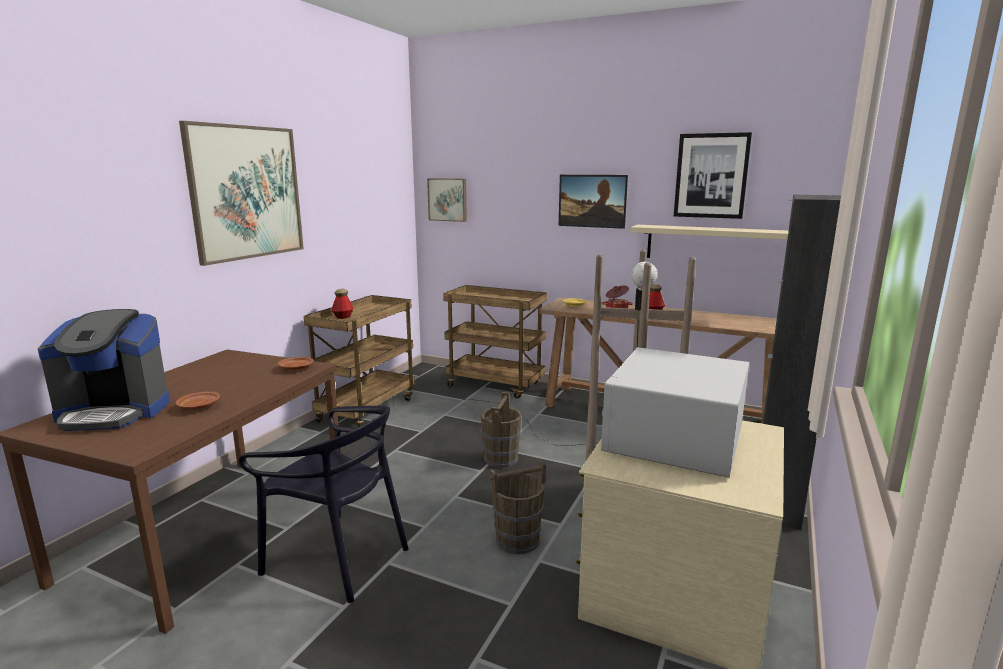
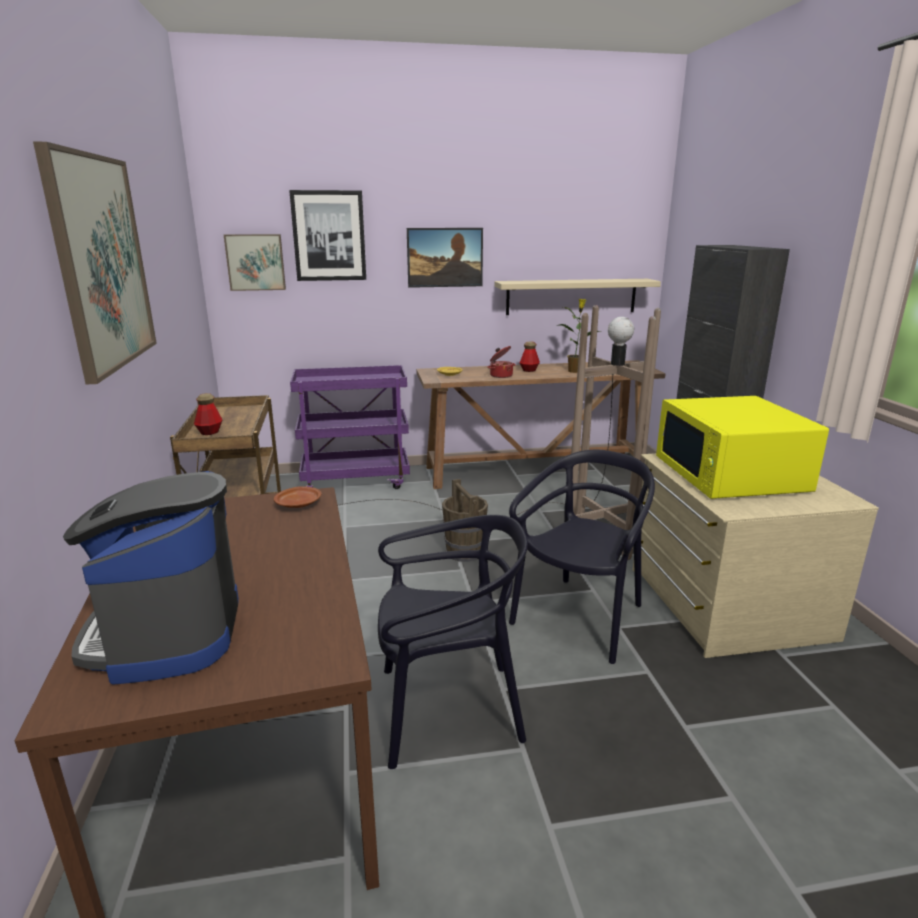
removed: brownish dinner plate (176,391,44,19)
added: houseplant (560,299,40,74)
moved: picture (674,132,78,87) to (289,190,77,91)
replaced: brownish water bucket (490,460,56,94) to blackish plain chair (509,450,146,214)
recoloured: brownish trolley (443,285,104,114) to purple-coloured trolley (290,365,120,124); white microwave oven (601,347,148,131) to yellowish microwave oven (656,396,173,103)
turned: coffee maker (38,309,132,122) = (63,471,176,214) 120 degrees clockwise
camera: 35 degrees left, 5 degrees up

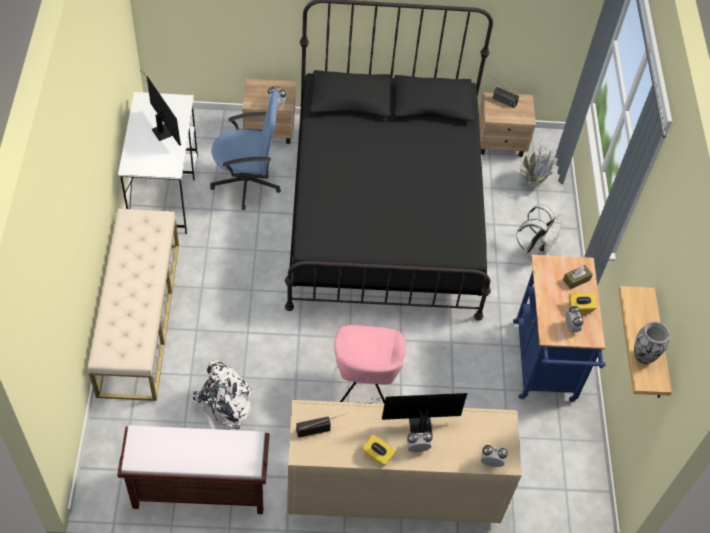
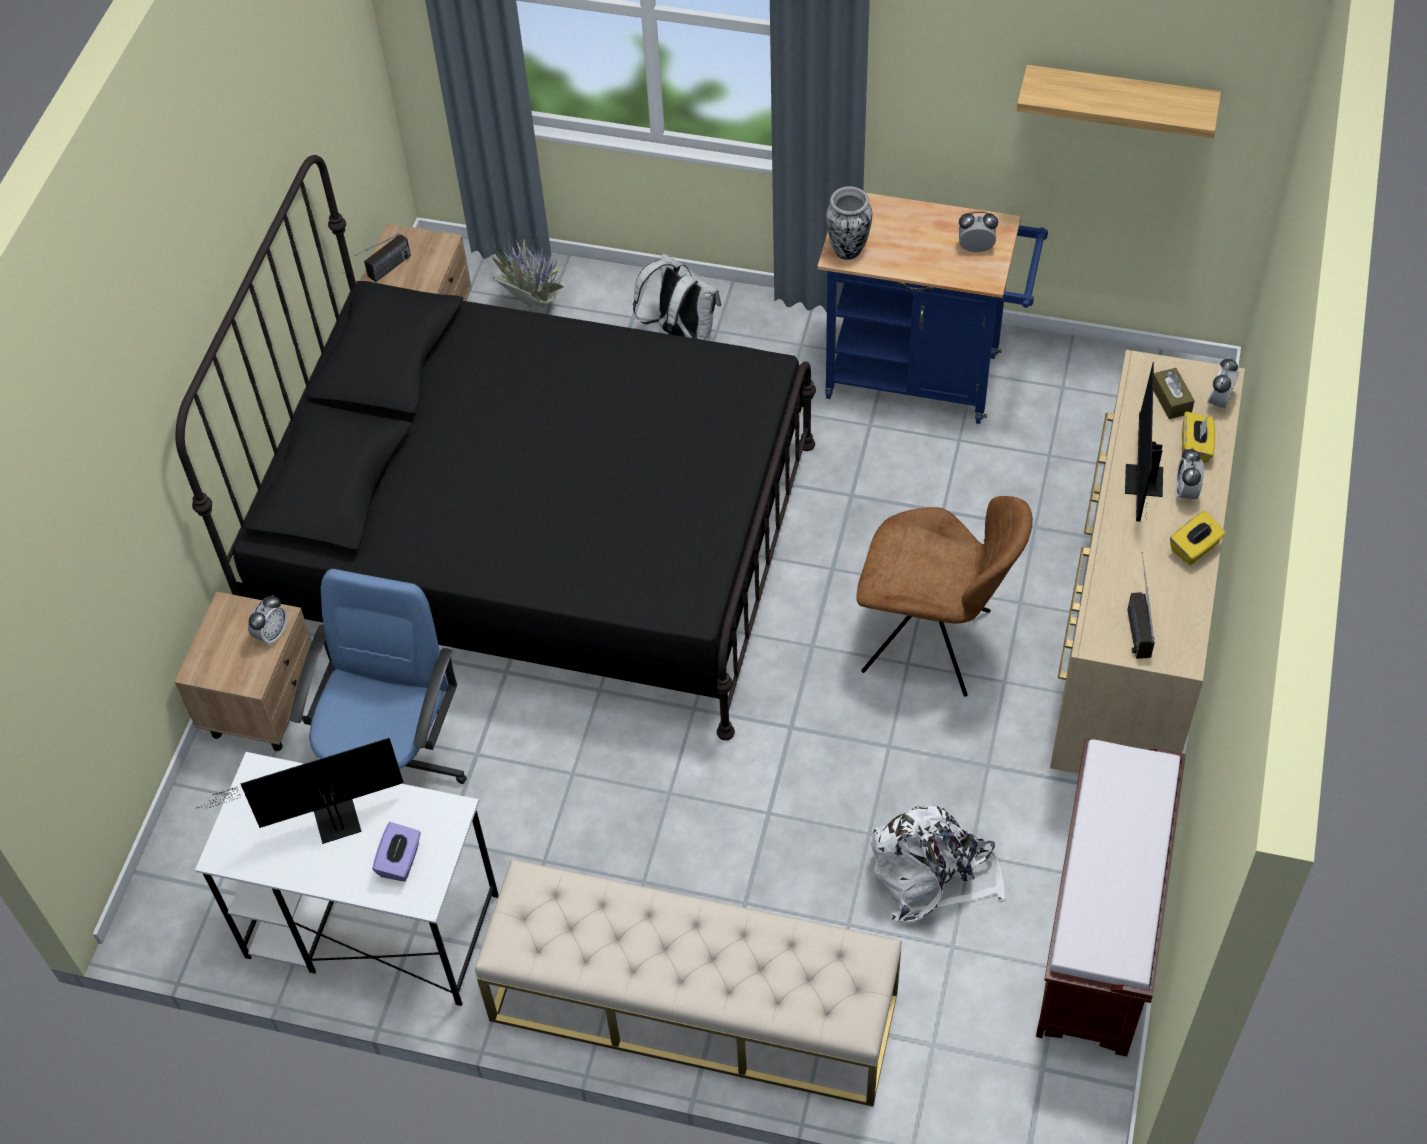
added: purple-coloured box of tissues (373,822,48,59)
moved: brownish box of tissues (563,265,30,24) to (1153,368,42,51); yellowish box of tissues (569,292,28,21) to (1182,411,34,52); flower vase (634,321,36,43) to (826,186,46,74)
recoloured: pink plain chair (334,325,72,78) to brownish plain chair (856,496,177,201)
camera: 70 degrees left, 0 degrees up

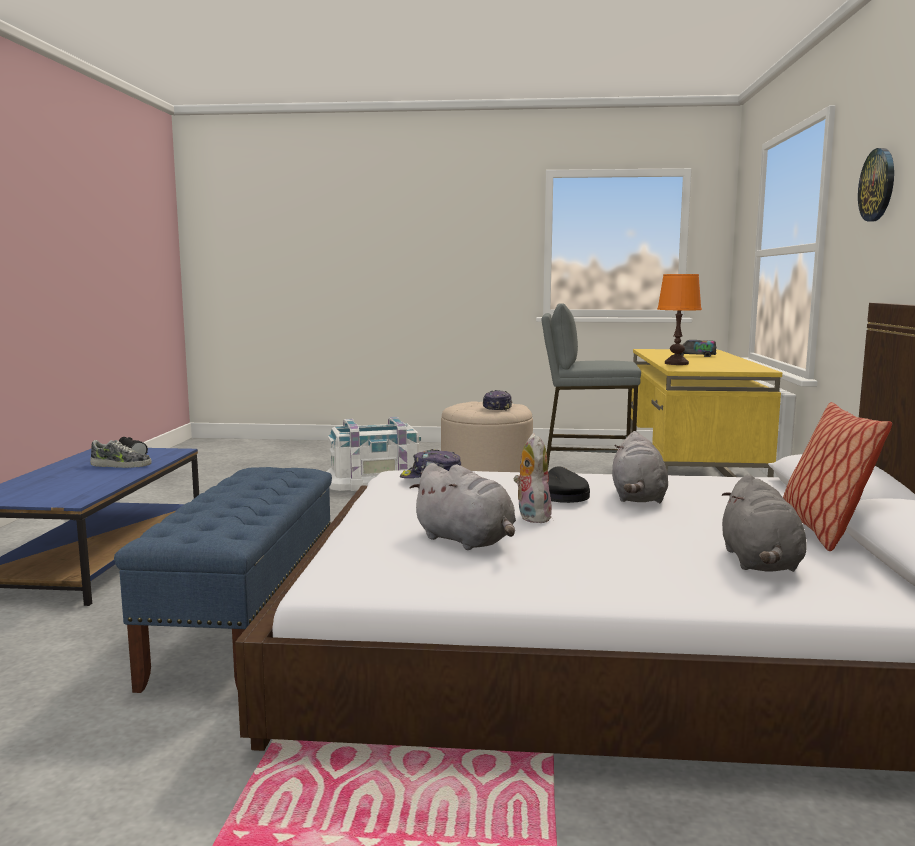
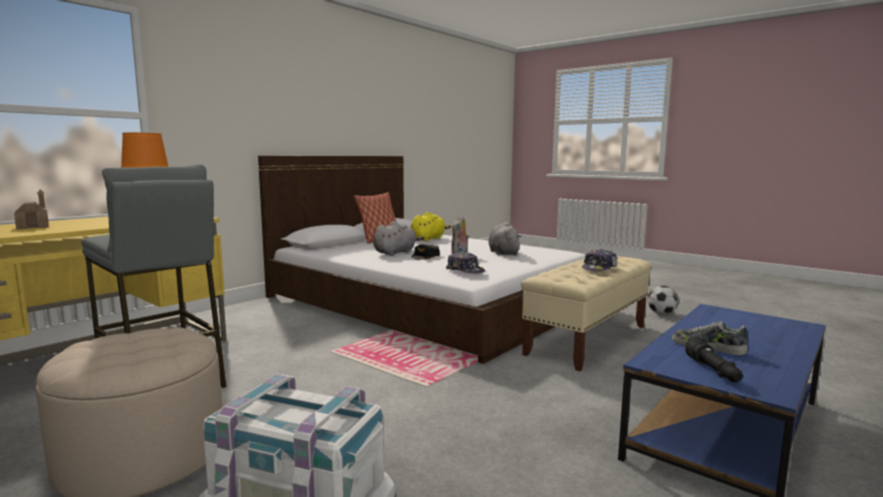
removed: wall clock (858,148,36,74)
added: ball for football (647,286,32,29)
moved: baseball cap (483,390,29,21) to (582,249,35,22)
replaced: model truck (680,340,36,17) to toy house (14,189,35,40)
recoloured: bluish bench (114,467,218,226) to beige bench (521,256,131,115); greyish plush toy (722,474,84,98) to yellowish plush toy (411,212,40,29)
camera: 145 degrees left, 0 degrees up

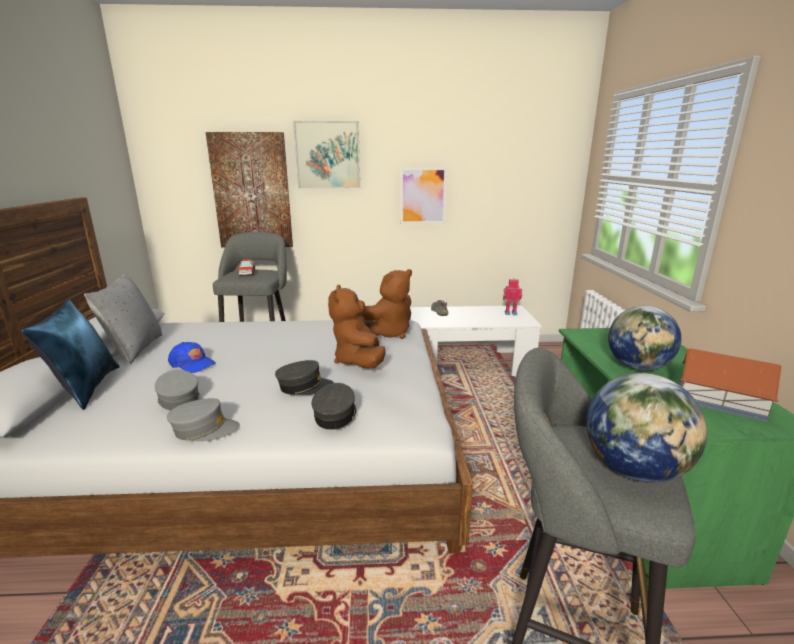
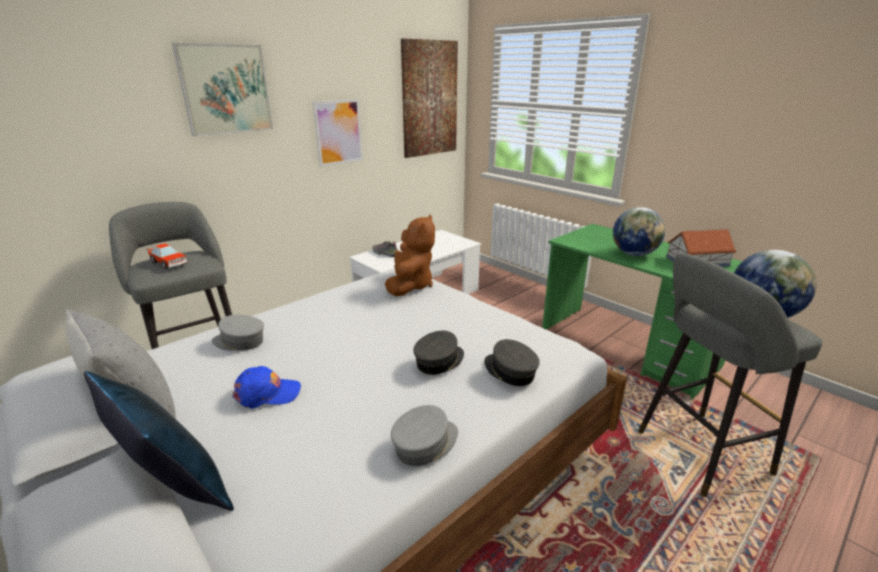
removed: brownish plush toy (328,285,58,83); model robot (503,278,19,37)
moved: greyish baseball cap (155,370,45,40) to (212,315,52,36); picture (206,132,87,116) to (401,38,57,120)
camera: 40 degrees left, 5 degrees up

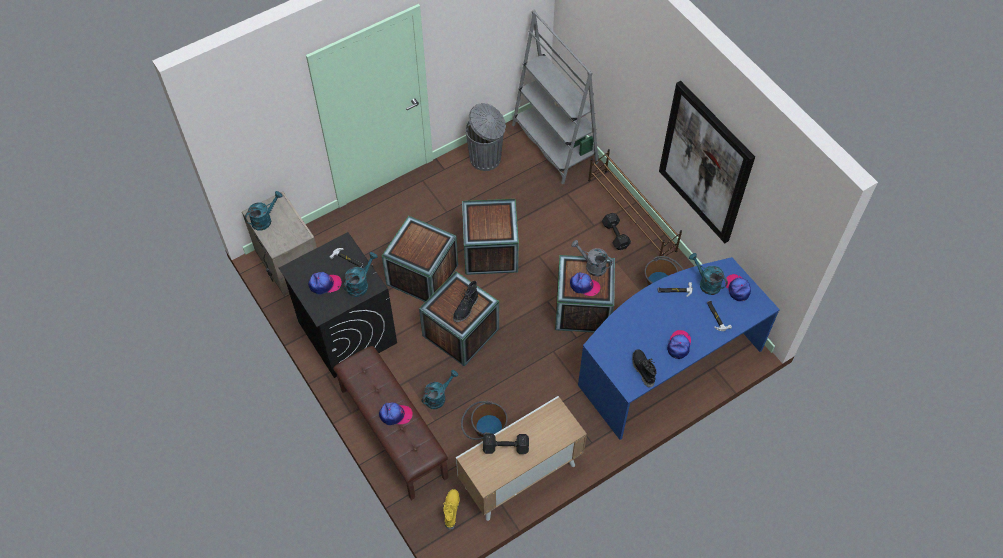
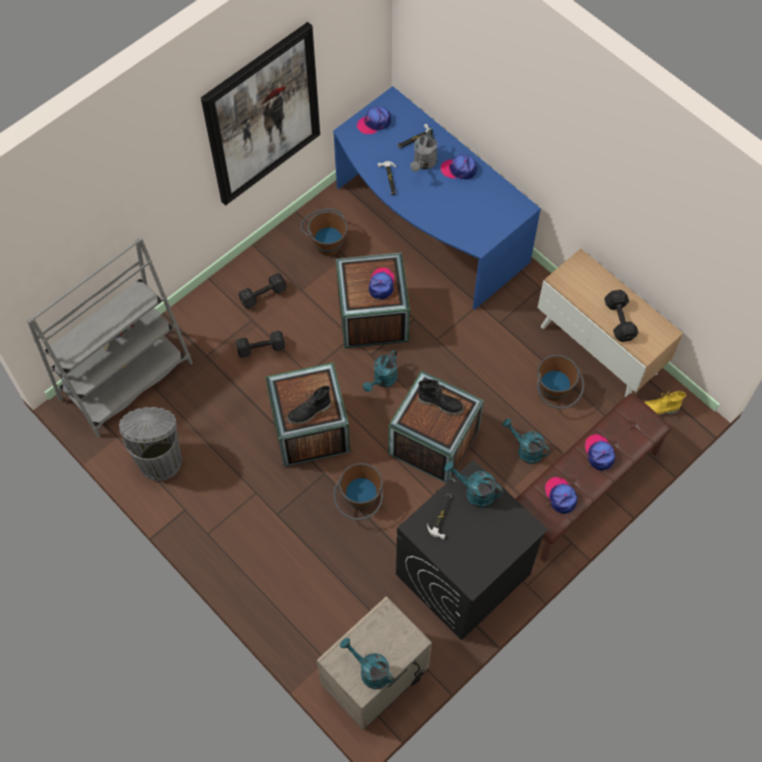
removed: brownish shoe stand (588,149,94,107)
added: blackish free weight (236,331,49,27)
moved: baseball cap (308,272,34,23) to (545,477,32,37); greyish watering can (571,240,42,37) to (410,129,27,43); blackish tall boot (632,349,24,38) to (287,386,44,38); turquoise-coloured watering can (689,253,39,42) to (363,350,35,42)
replaced: shipping crate (382,216,76,86) to brownish water bucket (333,463,50,57)
camera: 100 degrees left, 5 degrees up

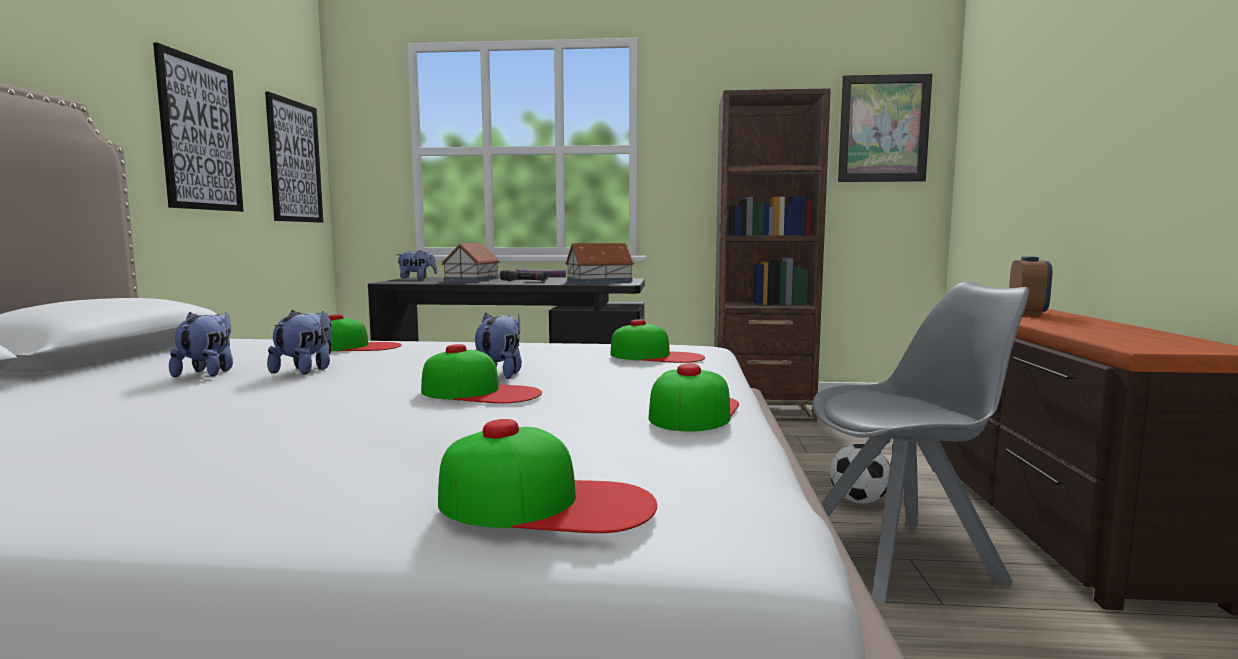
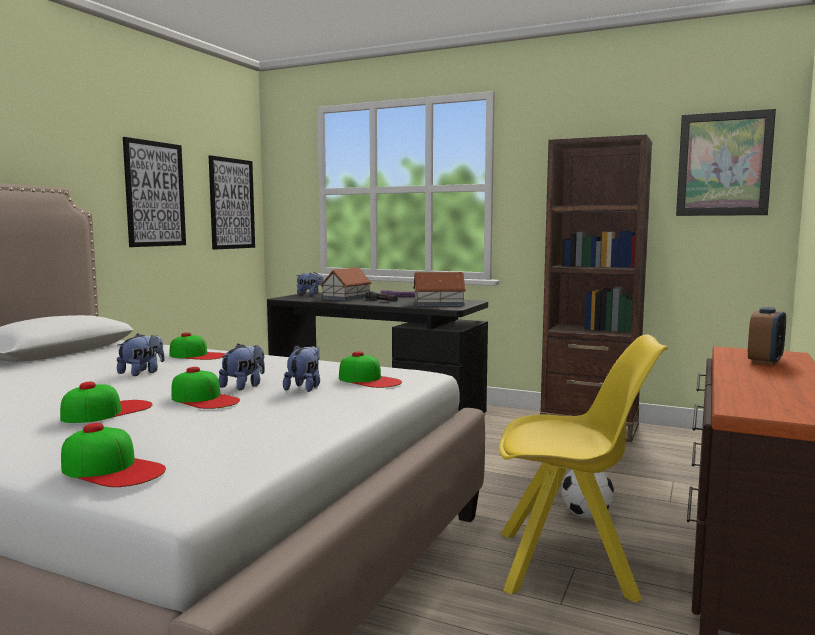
moved: plush toy (169,312,64,65) to (283,345,37,47); baseball cap (649,363,90,69) to (60,381,93,42)
recoloured: greyish plain chair (812,282,217,322) to yellowish plain chair (499,335,169,268)
camera: 20 degrees right, 0 degrees up

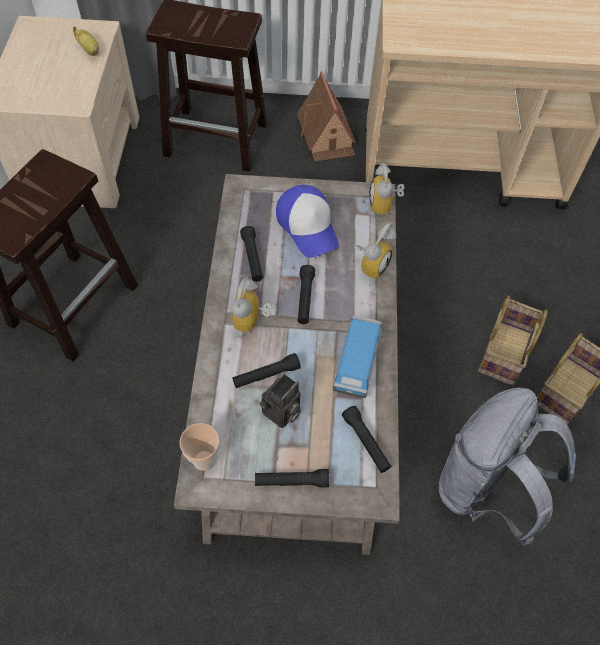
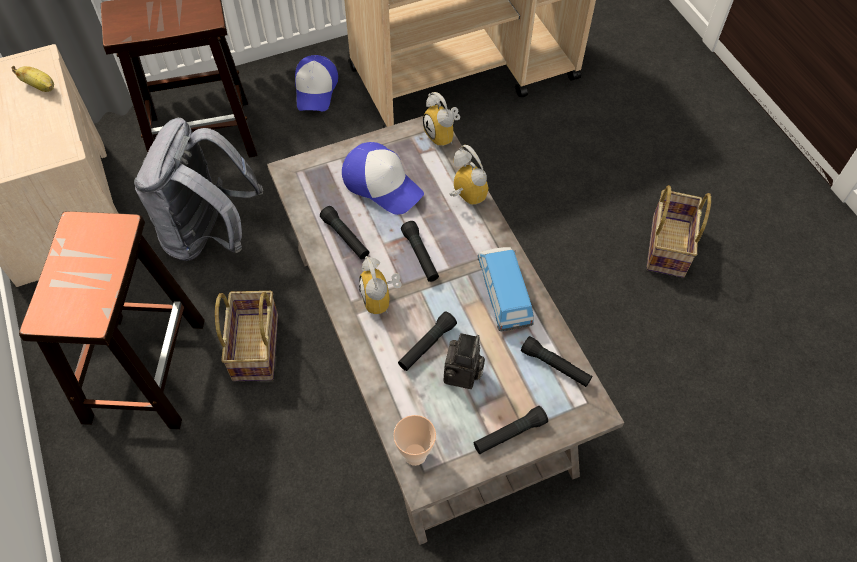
moved: greyish backpack (439,388,137,158) to (134,118,129,143); storage basket (478,296,70,90) to (215,291,63,90)
replaced: toy house (297,72,59,89) to baseball cap (295,55,43,57)
turned: bedside clock (354,223,42,56) = (449,145,39,60) 45 degrees counterclockwise
camera: 25 degrees left, 0 degrees up

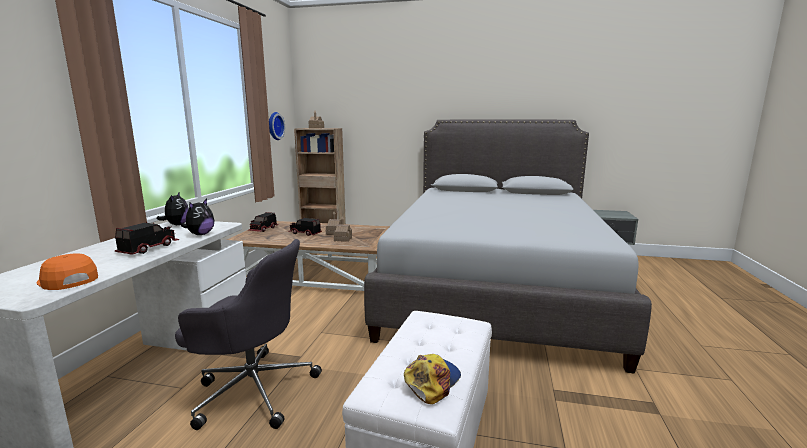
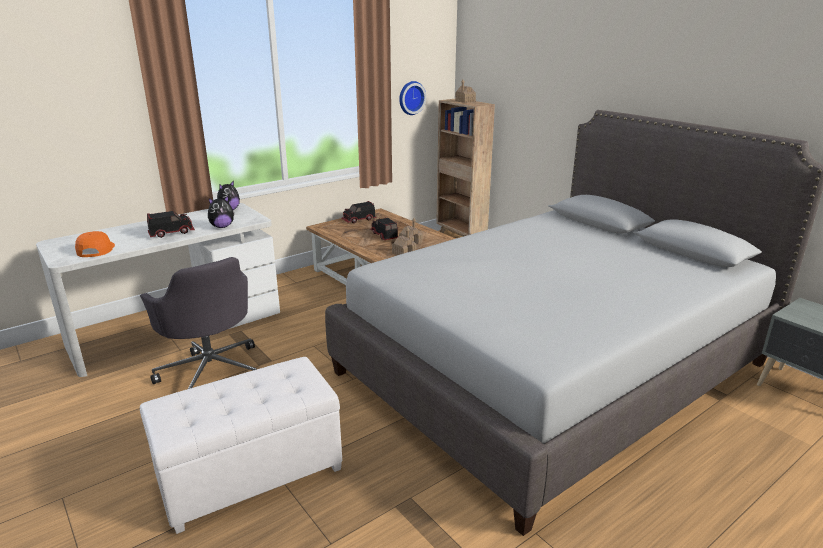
removed: baseball cap (404,354,57,50)
camera: 40 degrees right, 10 degrees up

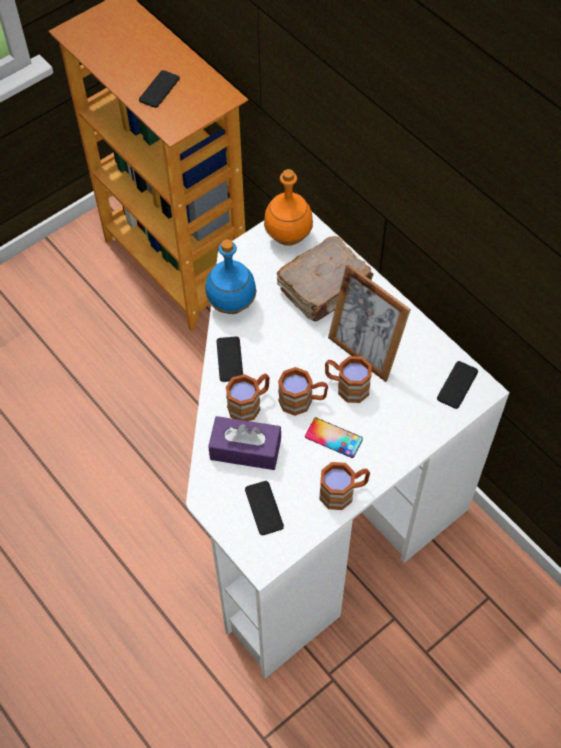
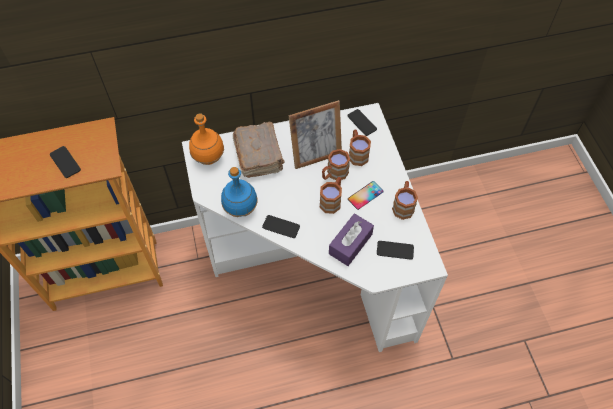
moved: brownish coffee mug (225,373,45,48) to (349,130,22,36)
camera: 65 degrees left, 0 degrees up

